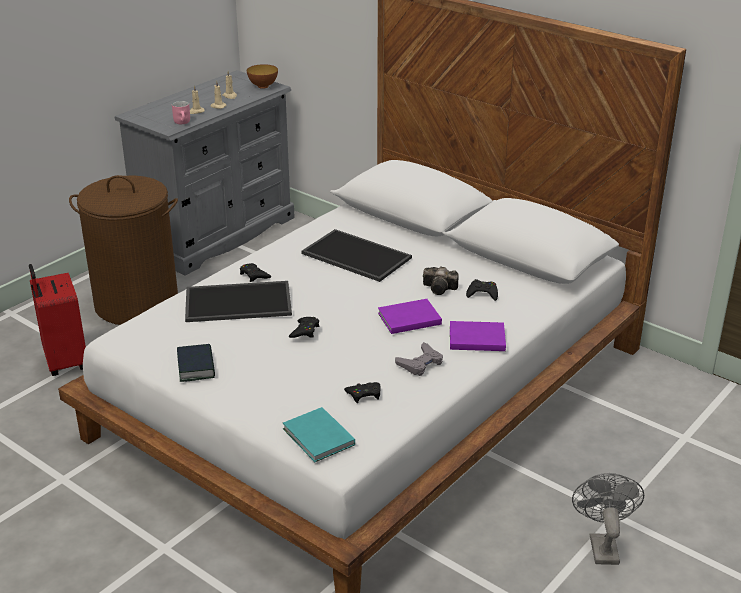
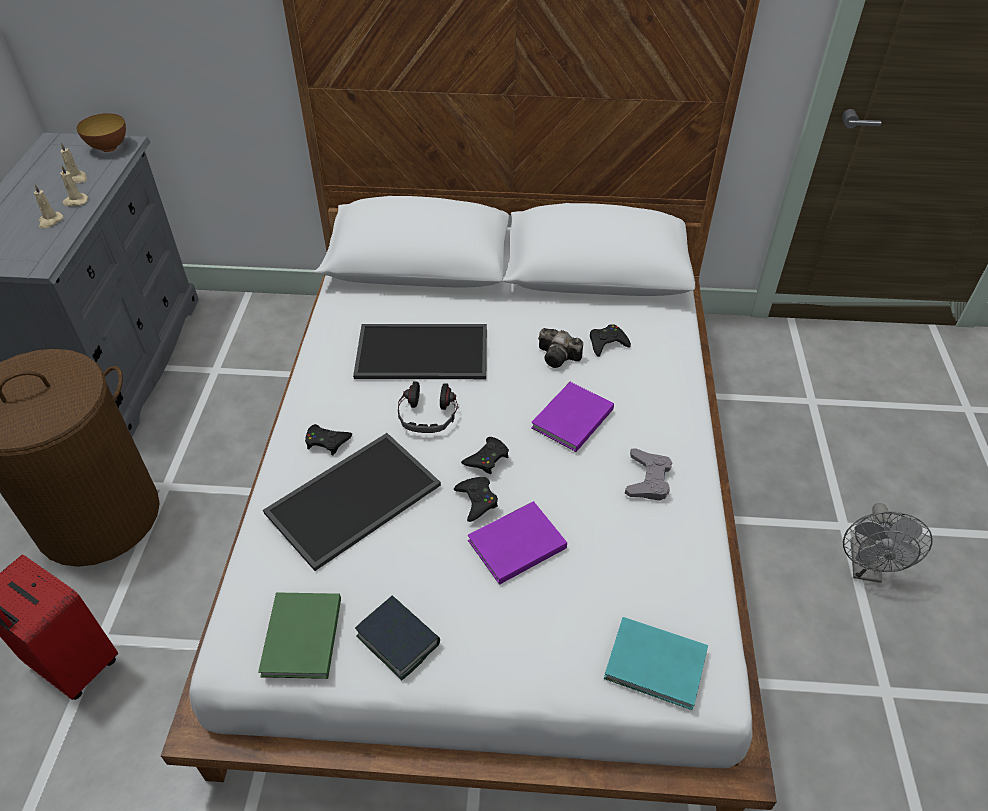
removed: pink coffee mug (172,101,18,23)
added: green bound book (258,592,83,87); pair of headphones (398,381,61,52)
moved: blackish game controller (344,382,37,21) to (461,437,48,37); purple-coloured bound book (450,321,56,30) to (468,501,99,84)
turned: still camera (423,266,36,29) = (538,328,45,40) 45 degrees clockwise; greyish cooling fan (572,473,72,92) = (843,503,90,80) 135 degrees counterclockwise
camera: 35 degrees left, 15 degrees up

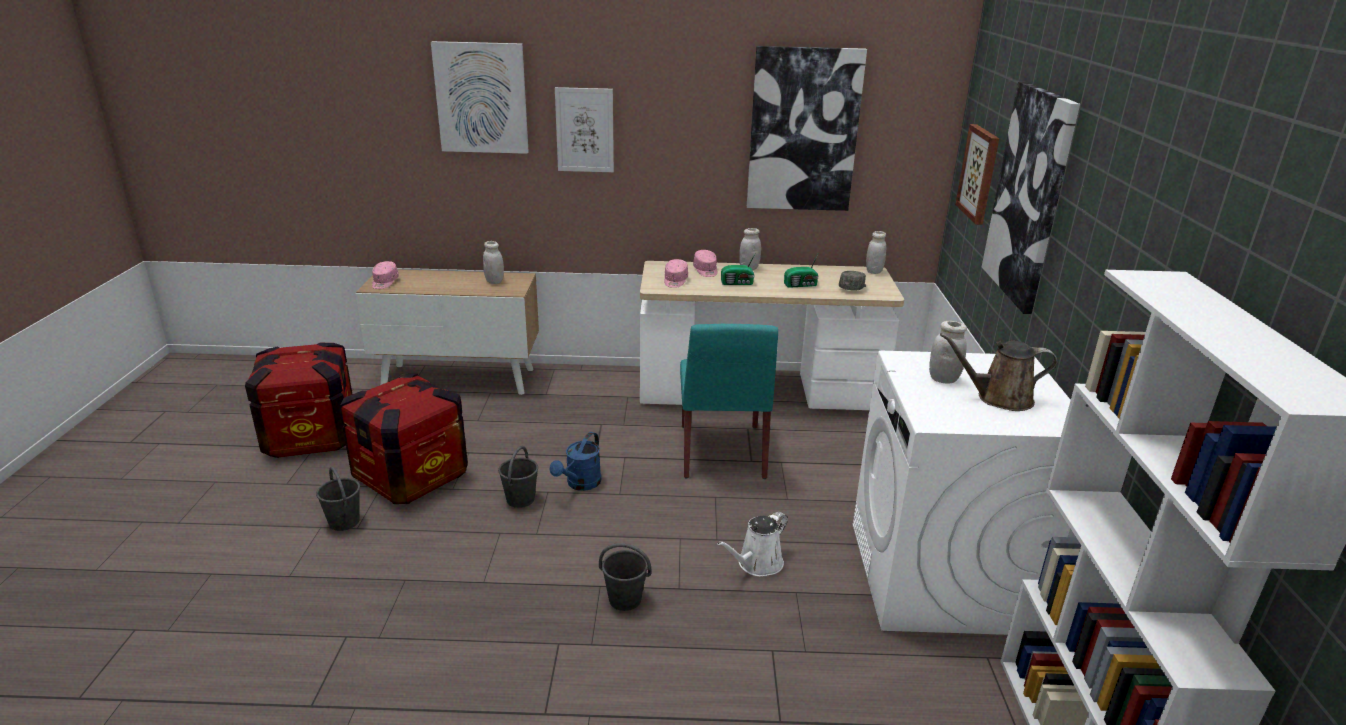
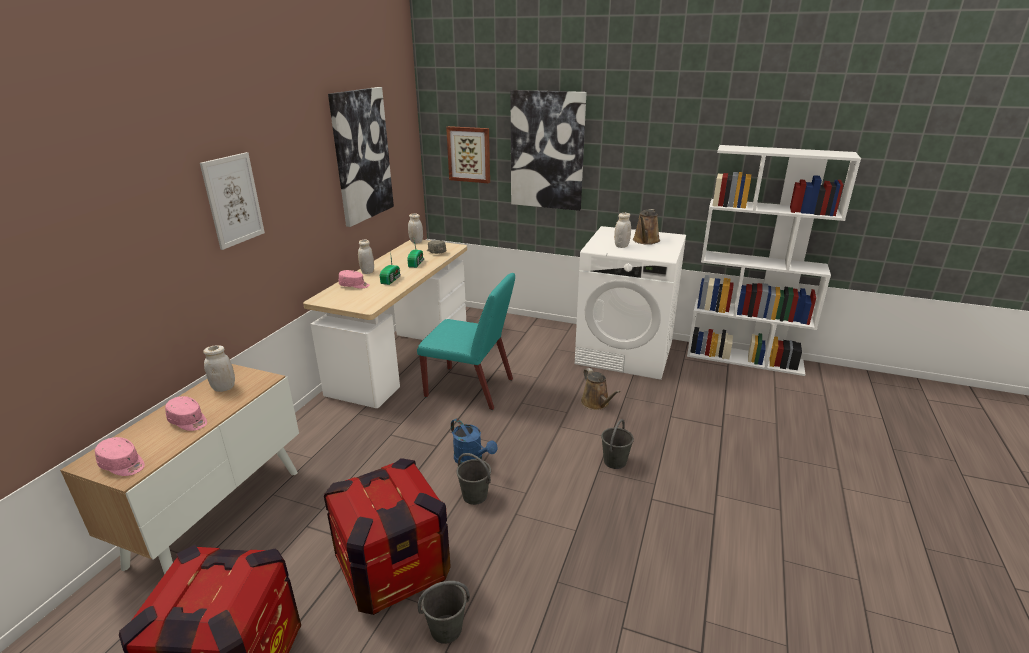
removed: picture (431,41,98,113)
moved: pink baseball cap (664,259,24,29) to (165,396,42,35)
recoloured: white watering can (717,512,71,64) to brownish watering can (581,368,39,42)
camera: 70 degrees left, 0 degrees up

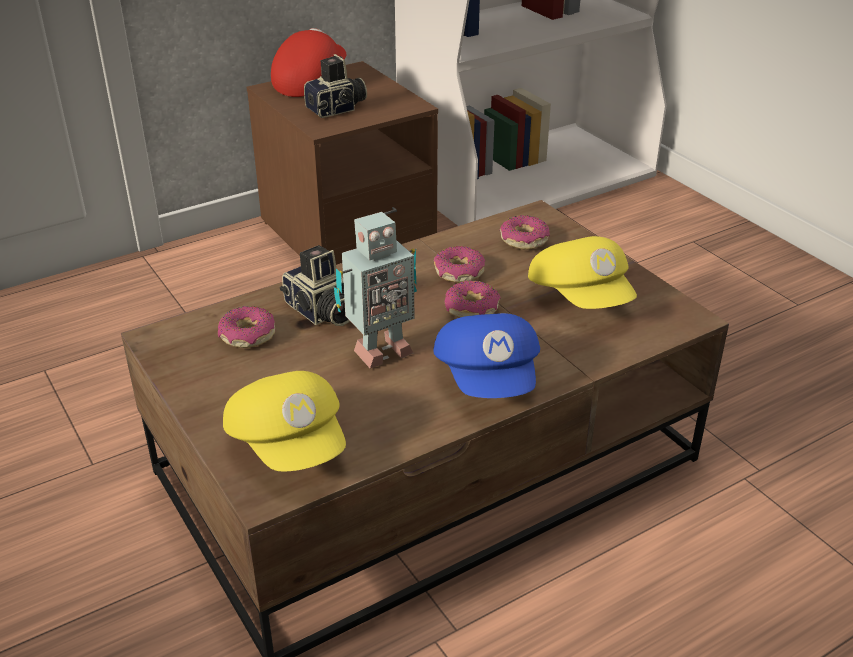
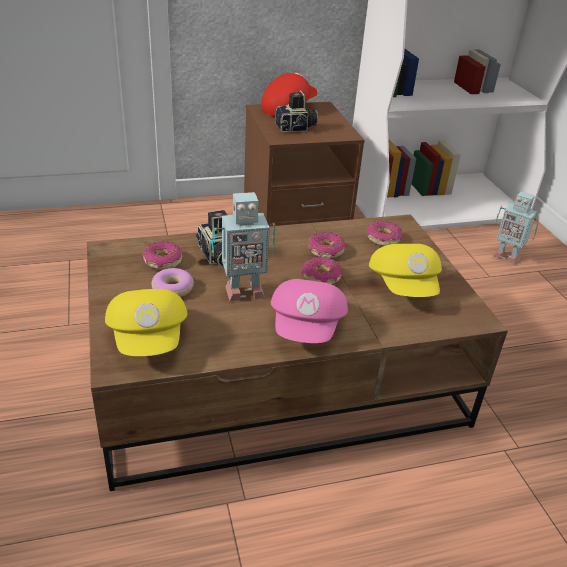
added: donut (151,268,43,29); model robot (493,191,46,73)
recoloured: bluish baseball cap (433,313,107,85) to pink baseball cap (271,279,77,64)
camera: 15 degrees right, 0 degrees up

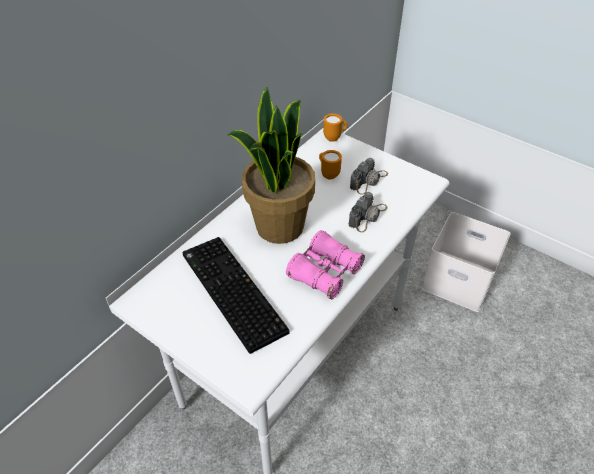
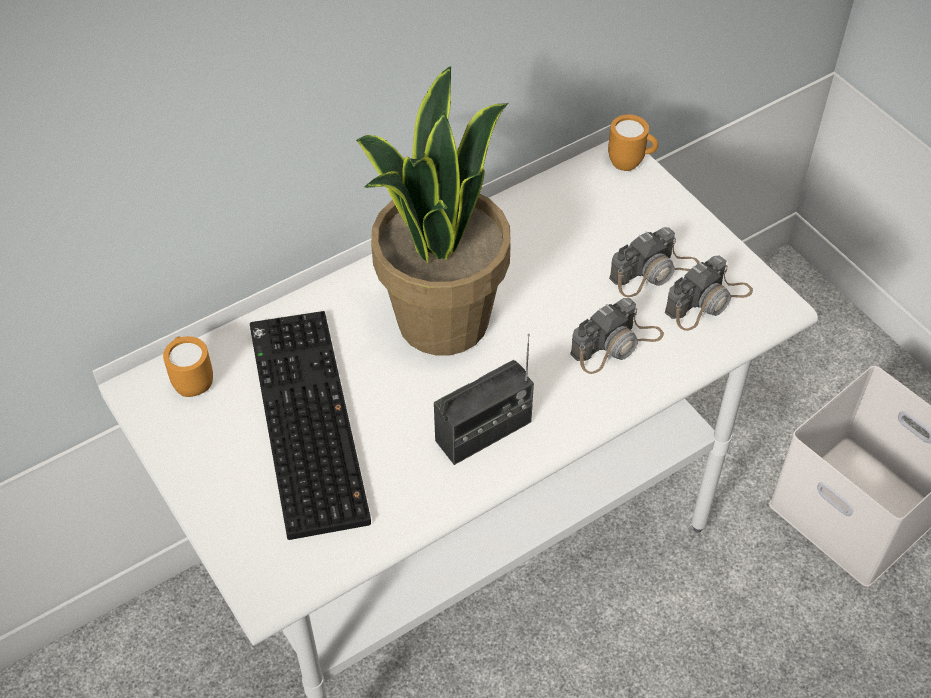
added: still camera (665,255,88,76)
moved: orangey coffee mug (319,150,23,30) to (163,336,50,61)
replaced: pink field glasses (286,230,79,69) to radio (434,334,100,131)
camera: 20 degrees right, 5 degrees up

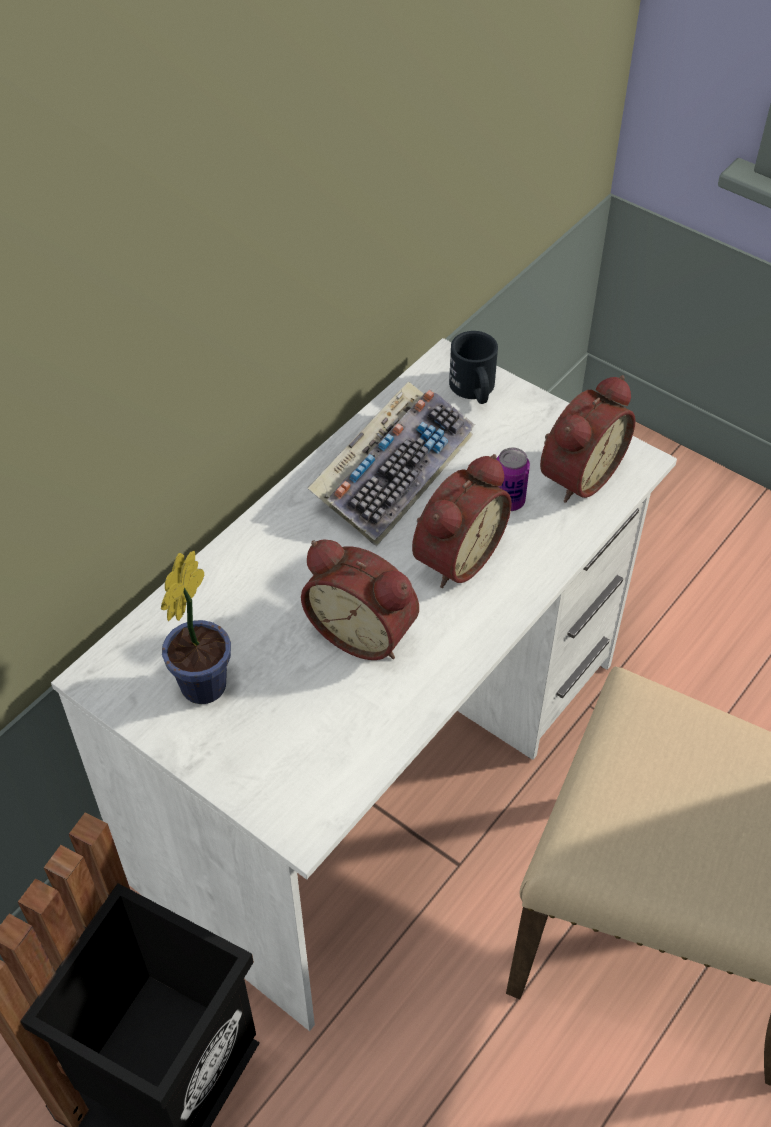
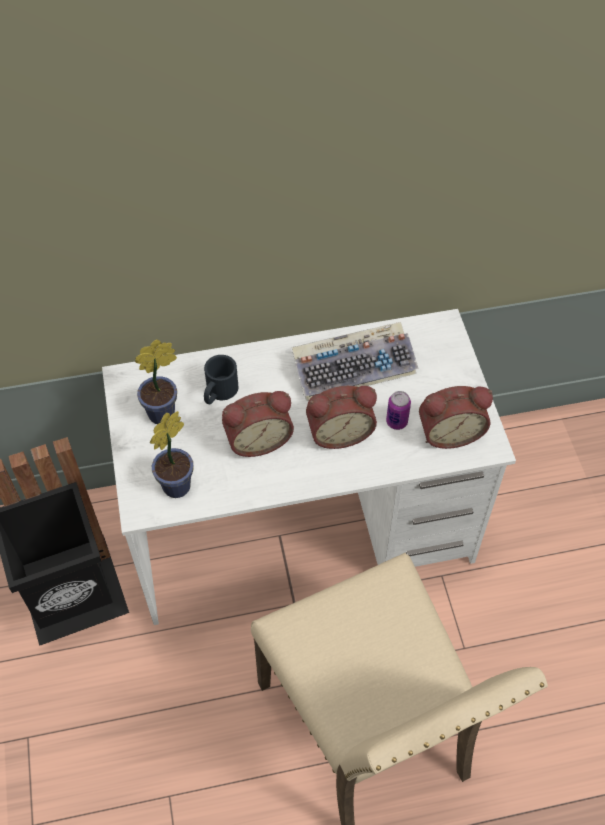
added: houseplant (150,411,43,87)
moved: blackish coffee mug (449,331,49,73) to (204,355,35,50)
turned: bedside clock (301,539,118,121) = (222,391,72,66) 90 degrees counterclockwise
camera: 40 degrees right, 5 degrees up

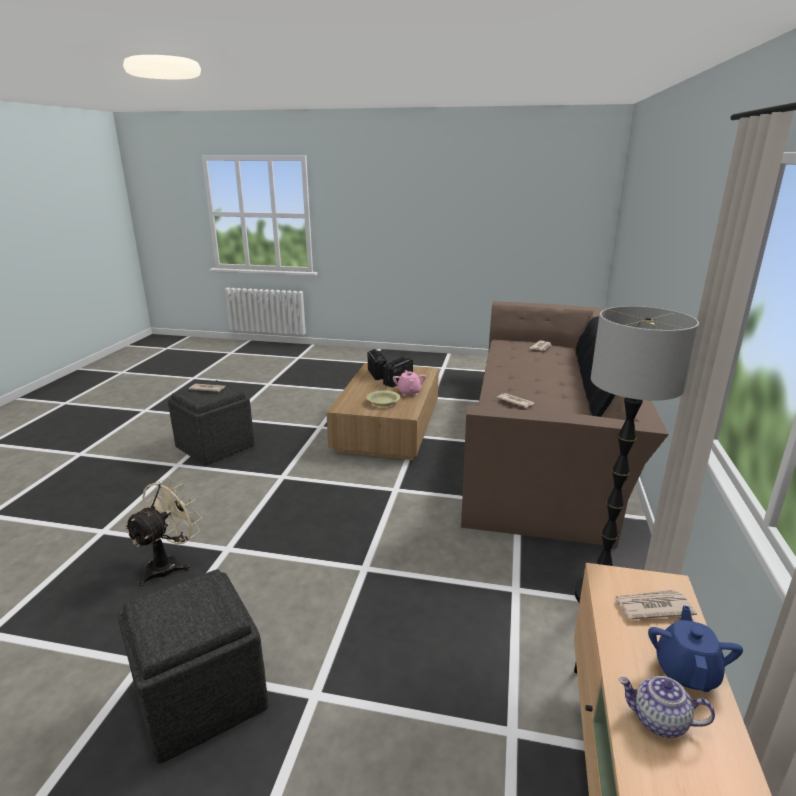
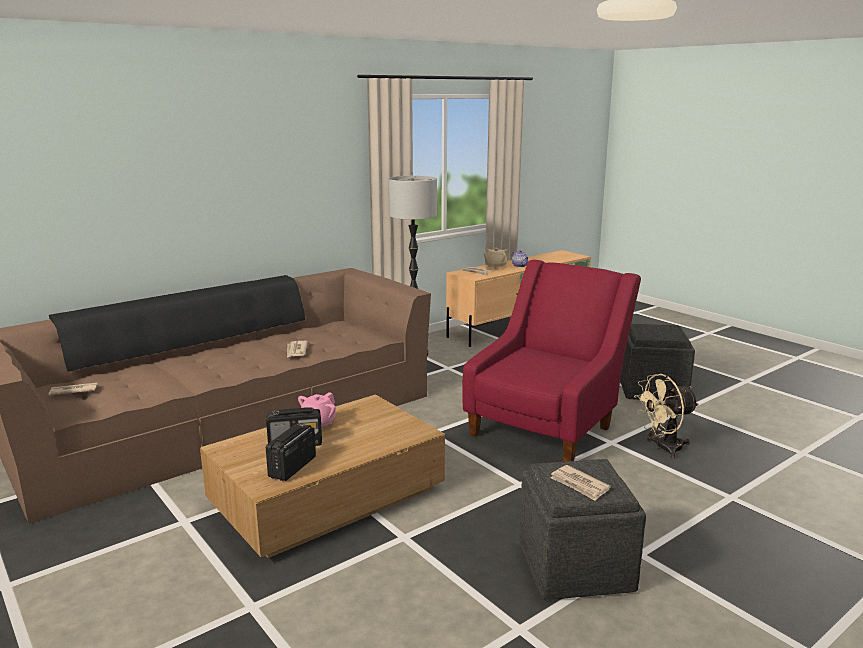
removed: yellowish deep dish (366,390,34,16)
added: red armchair (462,260,179,202)
recoloured: bluish teapot (648,605,95,87) to beige teapot (484,248,25,21)
camera: 140 degrees left, 5 degrees down

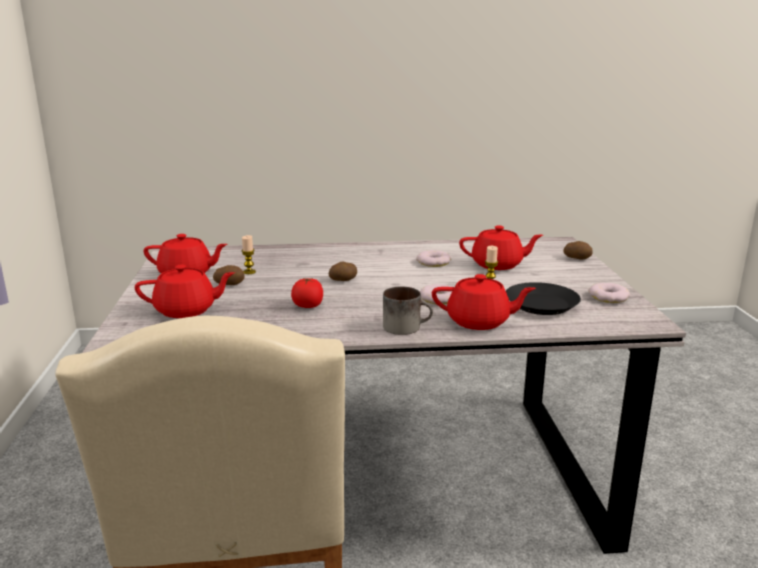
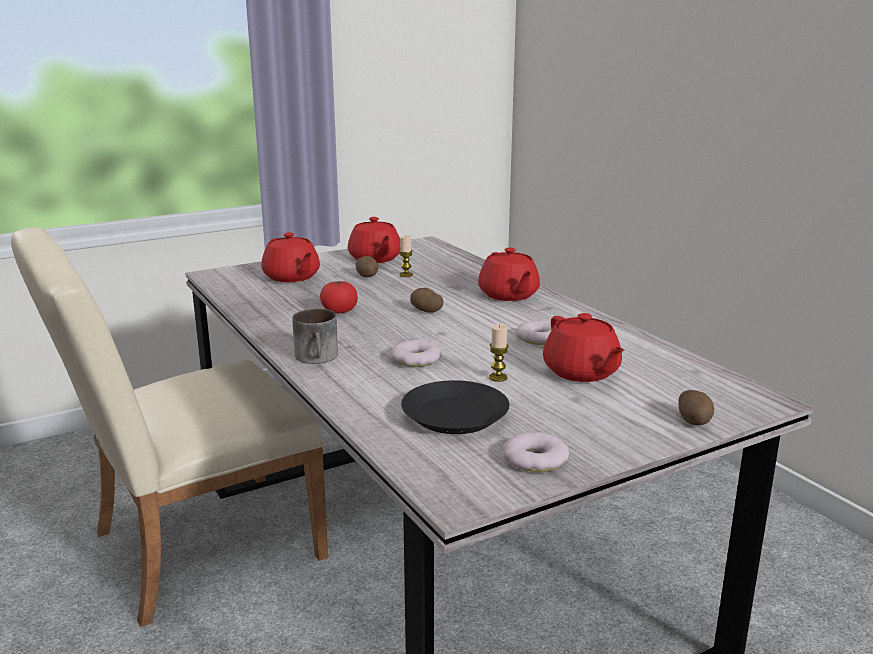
moved: red teapot (432,274,104,56) to (478,247,62,54)
camera: 65 degrees right, 0 degrees up

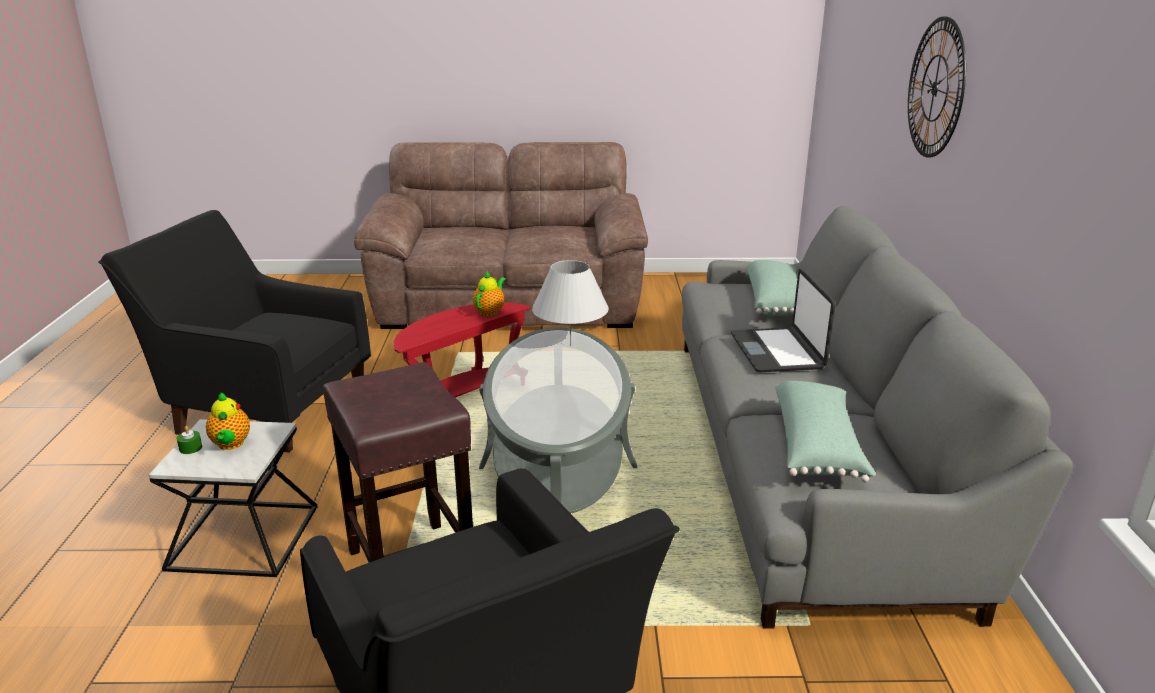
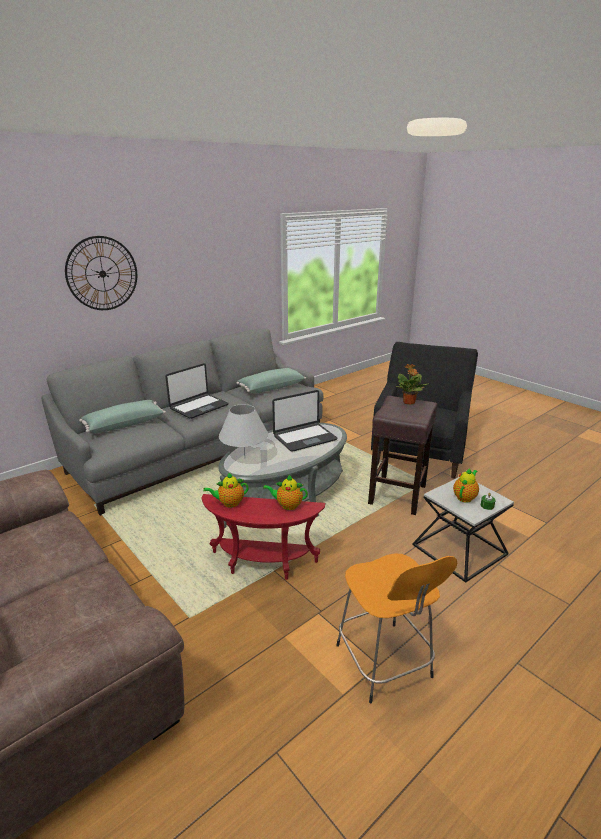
added: teapot (263,474,45,36); portable computer (272,390,65,61); houseplant (396,364,32,41)
replaced: blackish armchair (98,210,273,243) to orangey stool seat (336,553,121,150)
camera: 130 degrees left, 0 degrees up

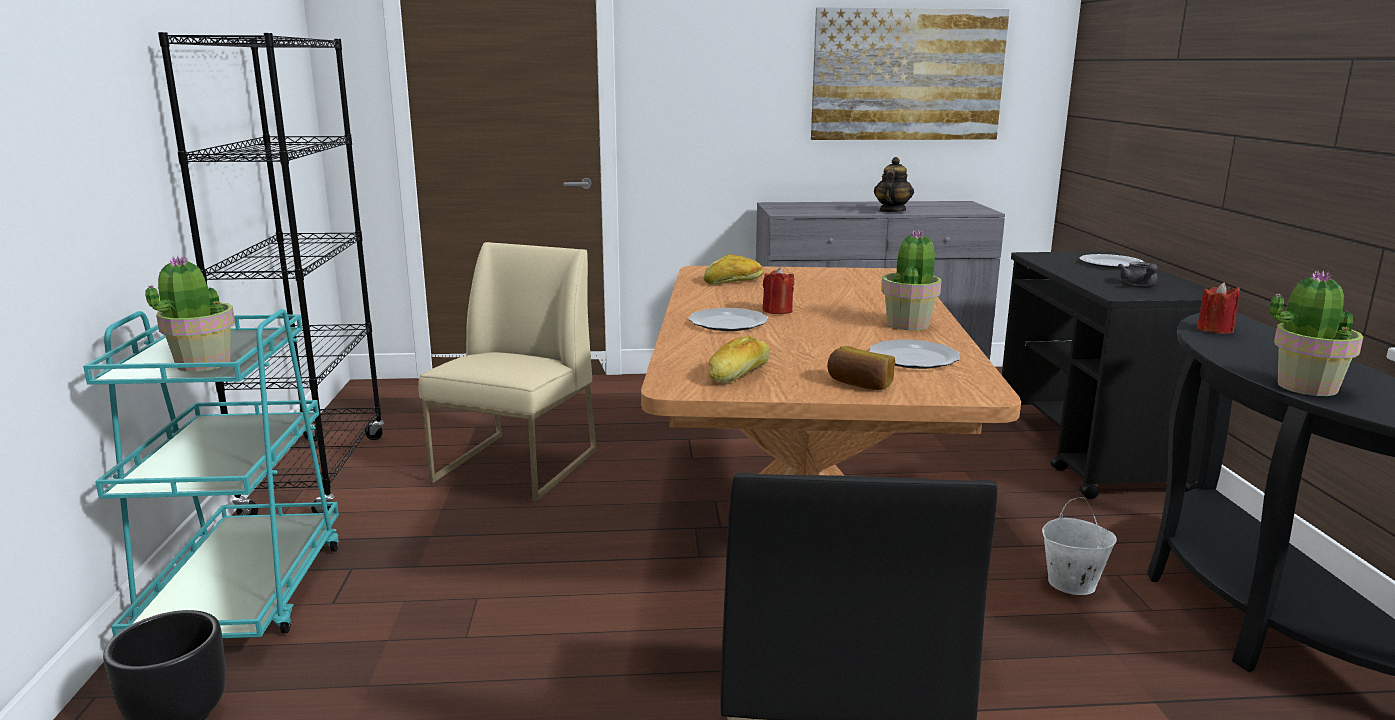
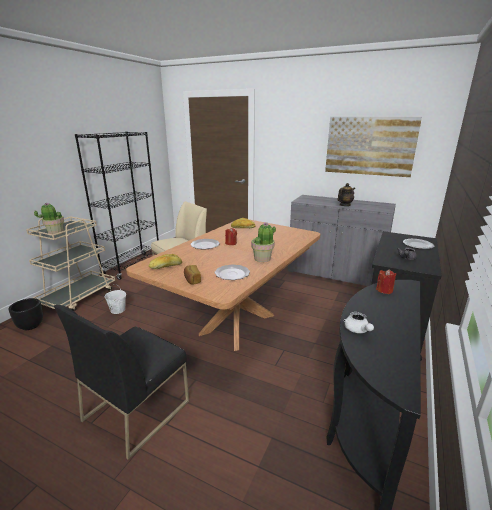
moved: white water bucket (1042,497,75,98) to (105,284,21,30)
replaced: houseplant (1269,270,94,126) to white teapot (344,312,30,21)
recoloured: turquoise-coloured trolley (83,309,257,329) to beige trolley (26,217,89,94)
camera: 30 degrees right, 5 degrees up

